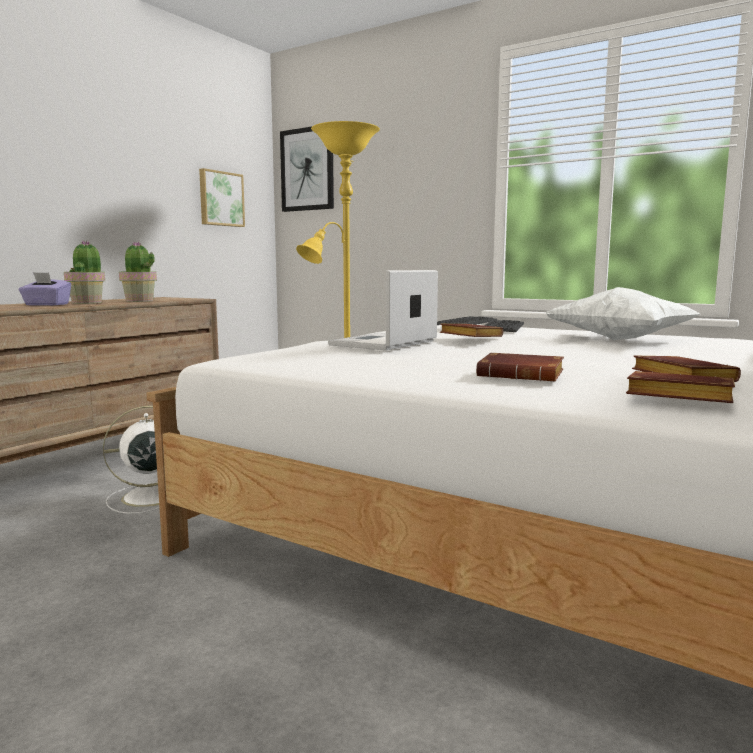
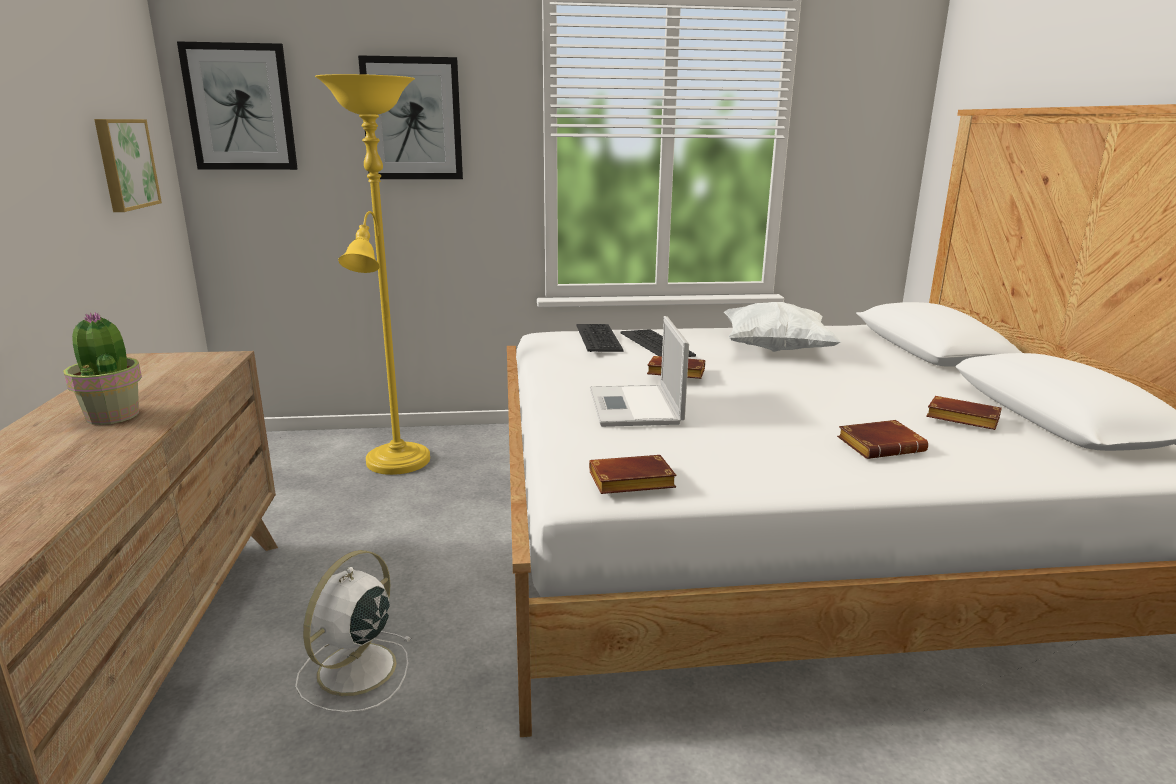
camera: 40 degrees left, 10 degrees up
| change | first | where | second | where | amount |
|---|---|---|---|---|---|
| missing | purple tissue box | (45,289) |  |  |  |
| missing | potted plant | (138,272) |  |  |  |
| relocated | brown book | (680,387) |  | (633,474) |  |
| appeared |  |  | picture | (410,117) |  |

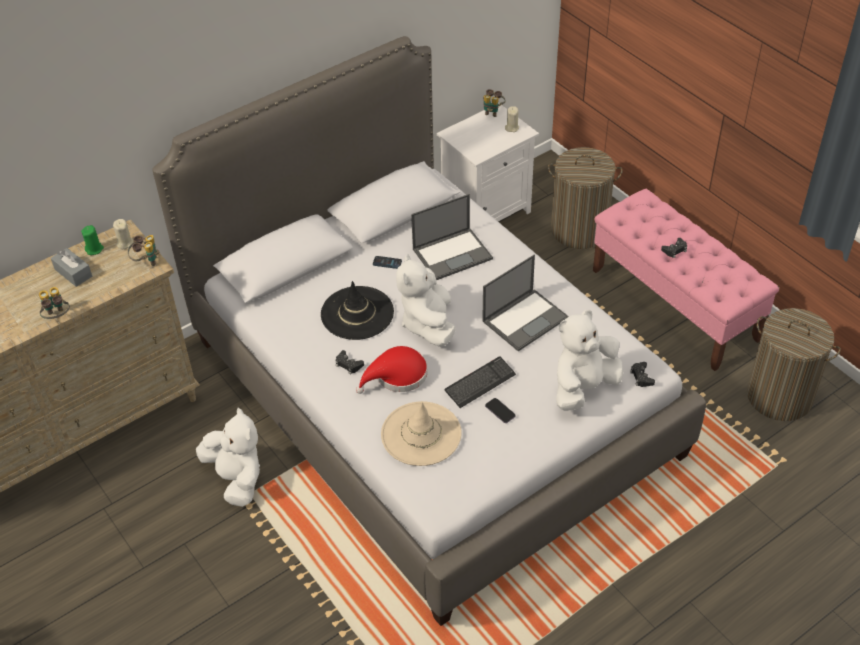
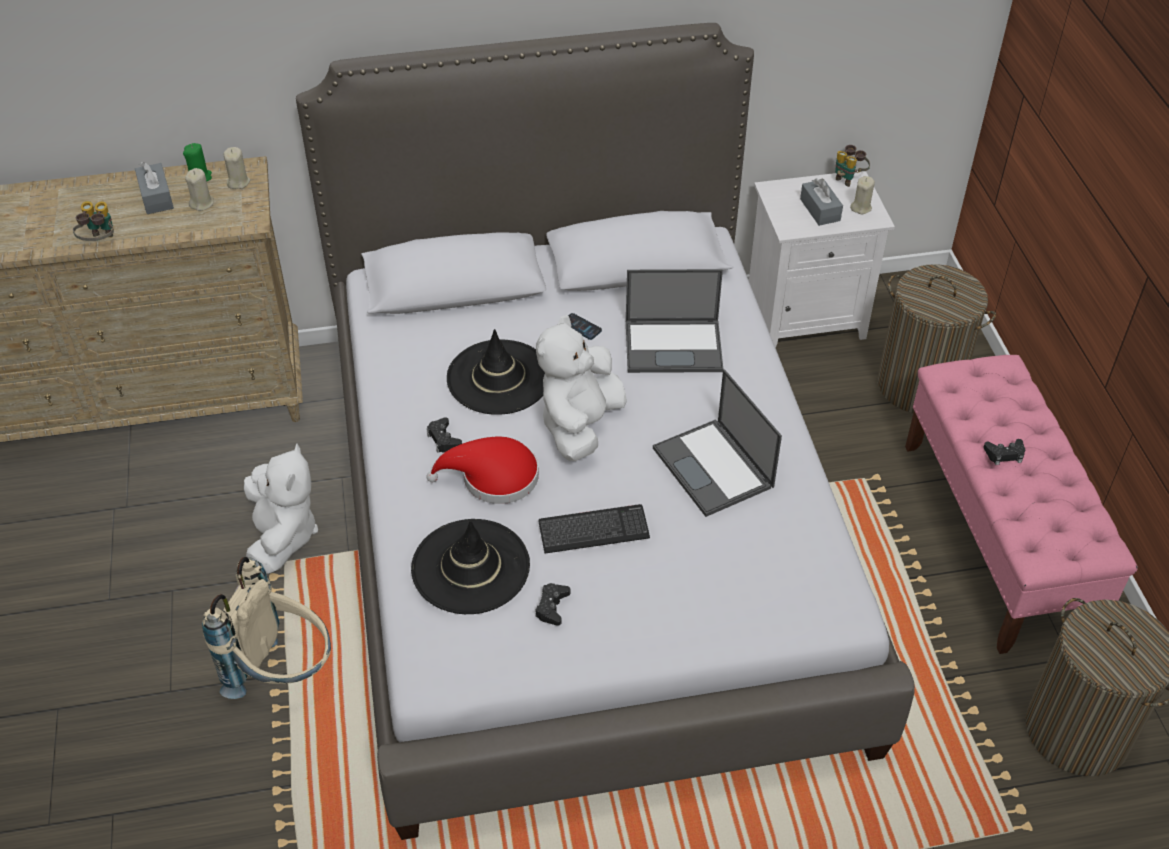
camera: 25 degrees right, 0 degrees up
| change | first | where | second | where | amount |
|---|---|---|---|---|---|
| missing | binoculars | (144,250) |  |  |  |
| colour | beige hat | (421,433) | black hat | (470,566) |  |
| spun | laptop | (525,303) |  | (717,443) | 75 degrees clockwise |
| missing | phone | (500,410) |  |  |  |
| missing | white plush toy | (589,360) |  |  |  |
| relocated | black game controller | (642,374) |  | (553,604) |  |
| appeared |  |  | beige candle | (199,189) |  |
| appeared |  |  | beige backpack | (266,628) |  |
| appeared |  |  | grey tissue box | (821,202) |  |

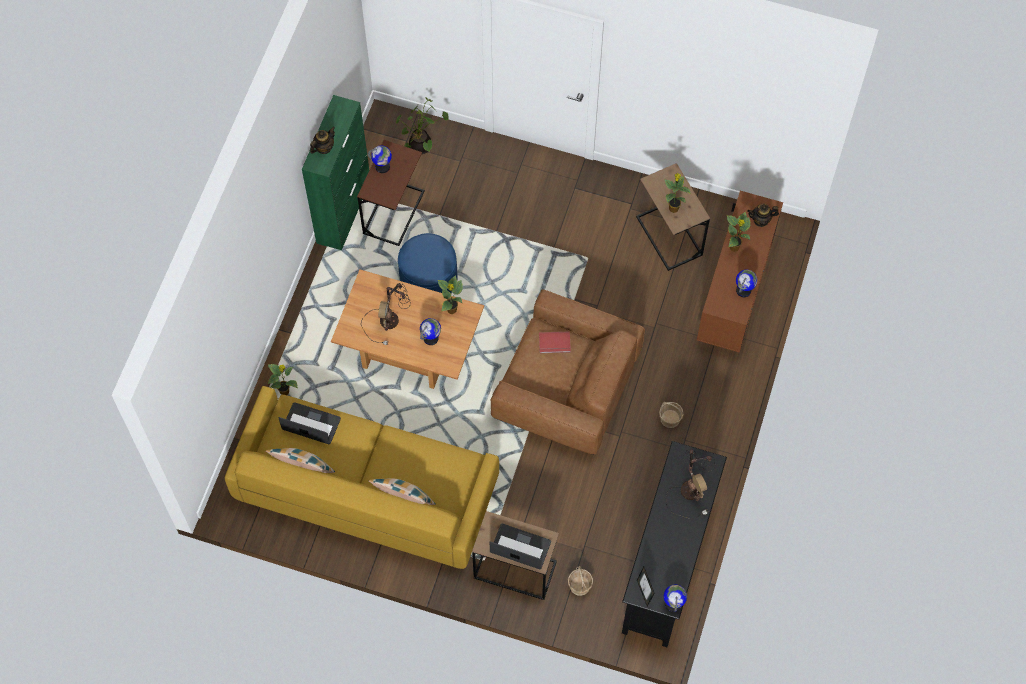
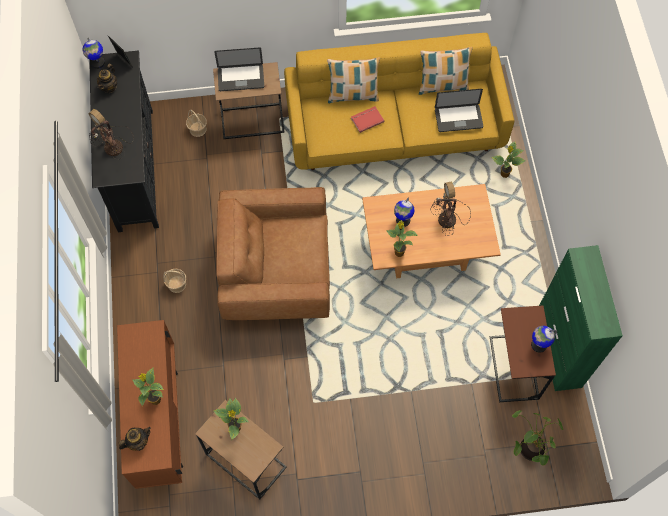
camera: 155 degrees right, 0 degrees up
| change | first | where | second | where | amount |
|---|---|---|---|---|---|
| relocated | teapot | (322,140) |  | (107,78) |  |
| missing | blue ottoman | (427,263) |  |  |  |
| relocated | red book | (555,342) |  | (367,119) |  |
| missing | globe | (747,283) |  |  |  |

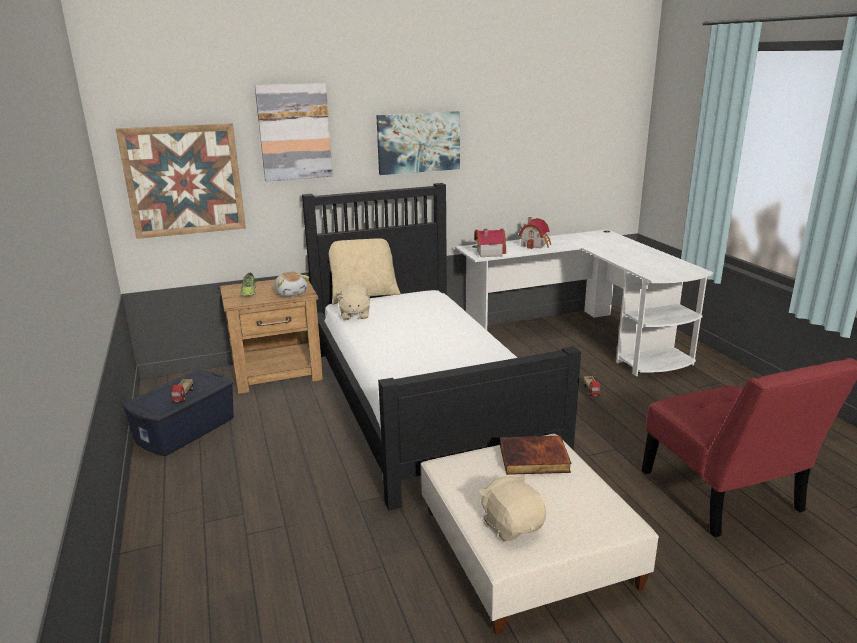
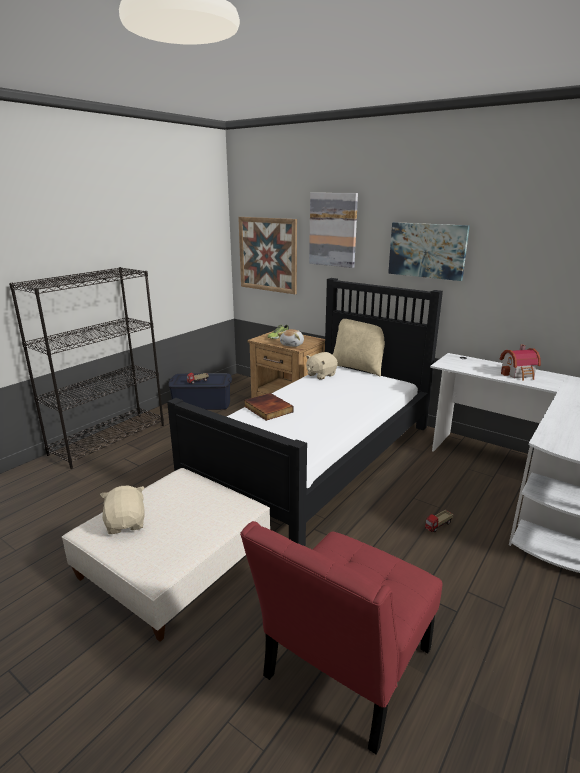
camera: 55 degrees right, 0 degrees up
| change | first | where | second | where | amount |
|---|---|---|---|---|---|
| missing | toy house | (490,243) |  |  |  |
| spun | beige plush toy | (512,508) |  | (122,510) | 45 degrees counterclockwise |
| relocated | book | (536,455) |  | (269,407) |  |
| appeared |  |  | black bookcase | (86,368) |  |

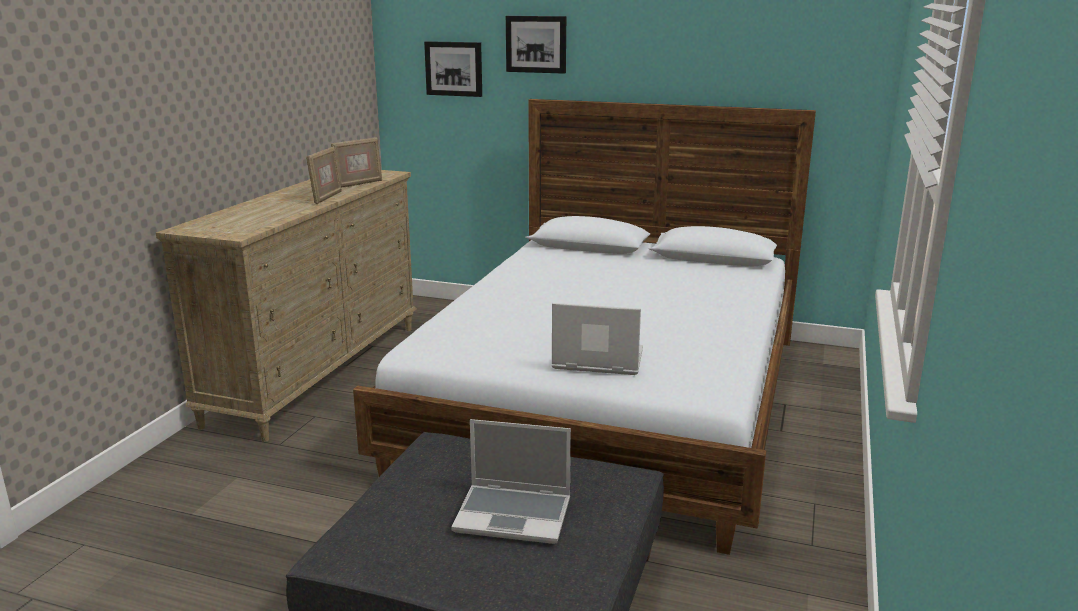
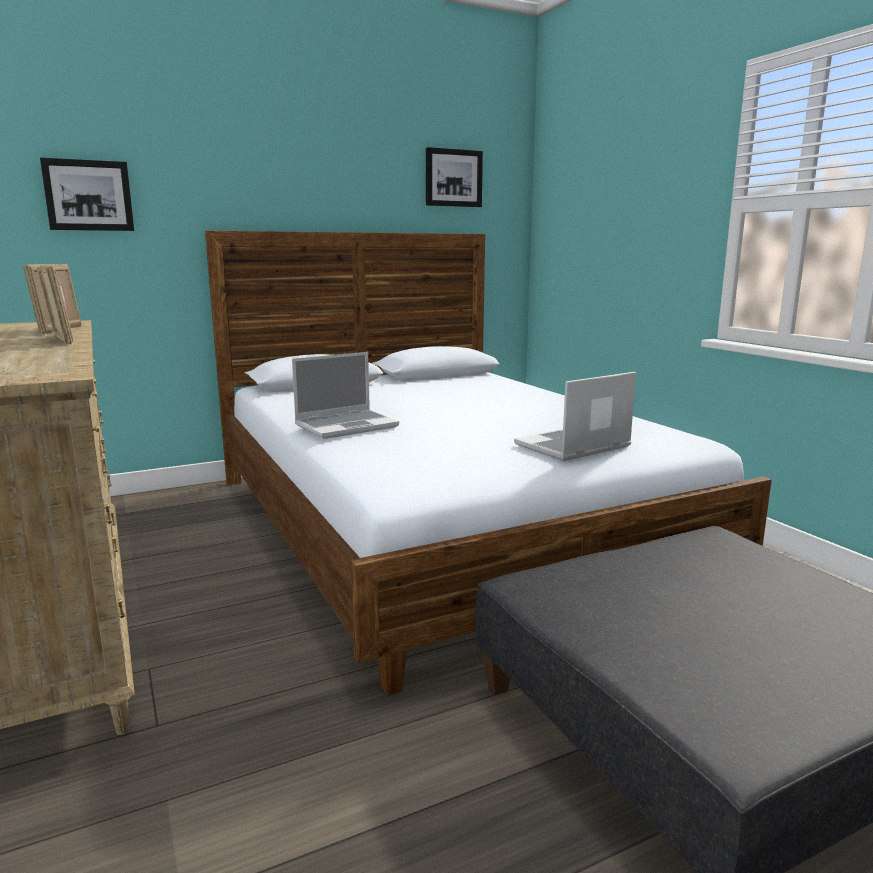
camera: 45 degrees left, 5 degrees down
| change | first | where | second | where | amount |
|---|---|---|---|---|---|
| relocated | laptop | (511,481) |  | (345,395) |  |
| relocated | picture | (536,45) |  | (454,177) |  |

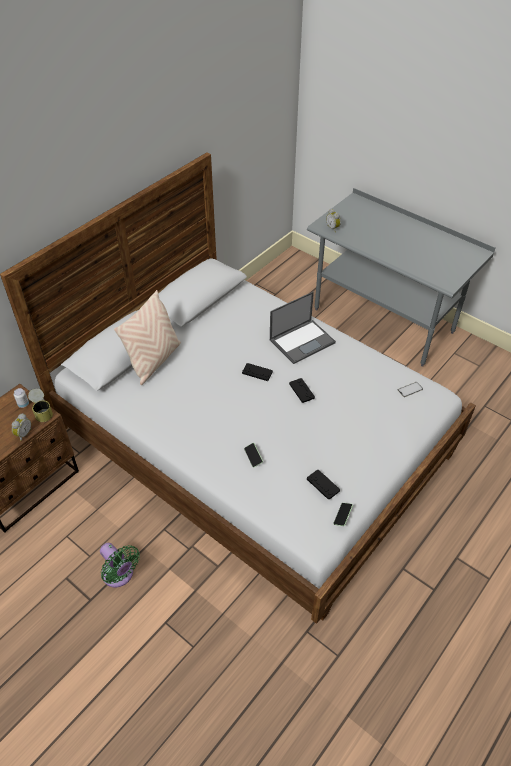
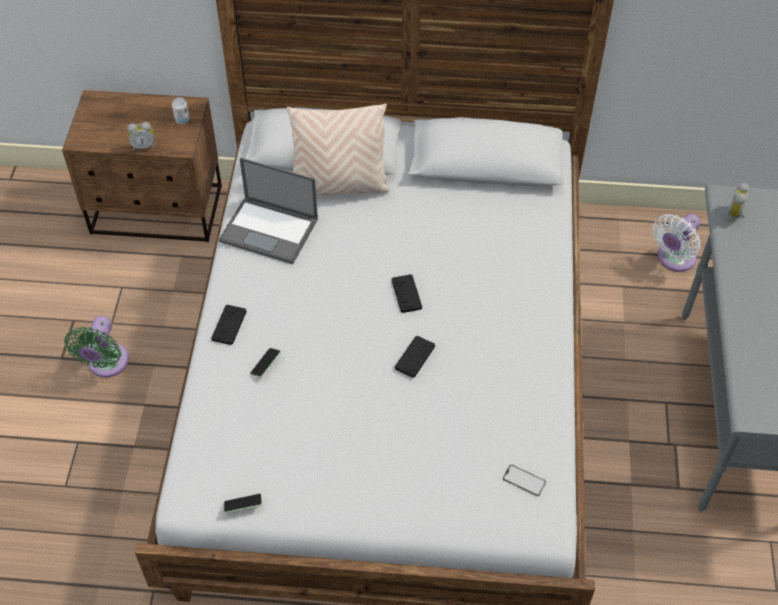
camera: 55 degrees right, 5 degrees up
| change | first | where | second | where | amount |
|---|---|---|---|---|---|
| missing | can | (40,405) |  |  |  |
| relocated | laptop | (303,328) |  | (268,211) |  |
| relocated | black game controller | (323,485) |  | (229,325) |  |
| appeared |  |  | white fan | (677,243) |  |

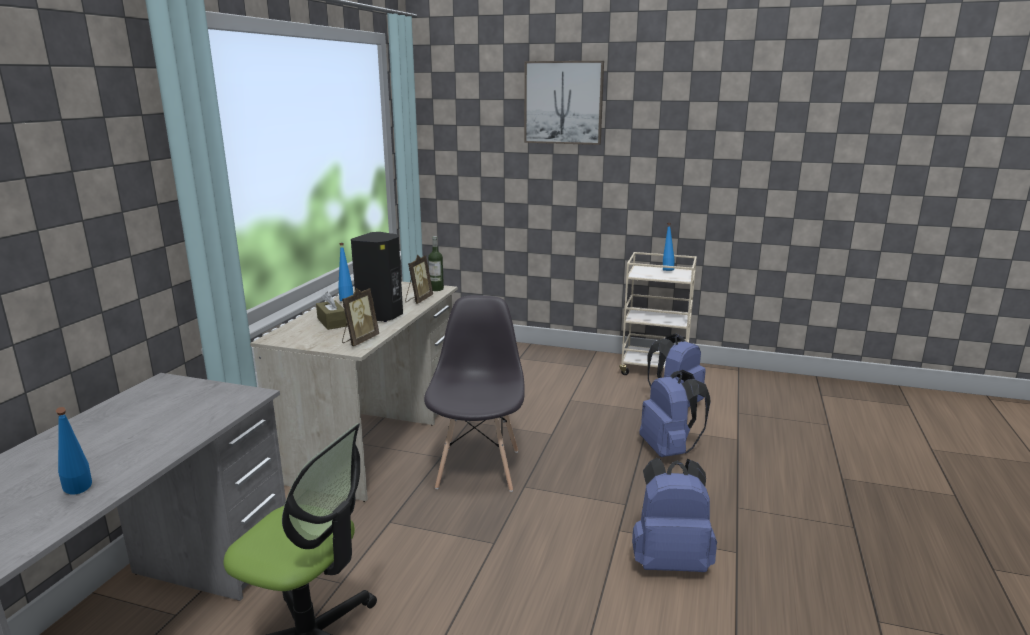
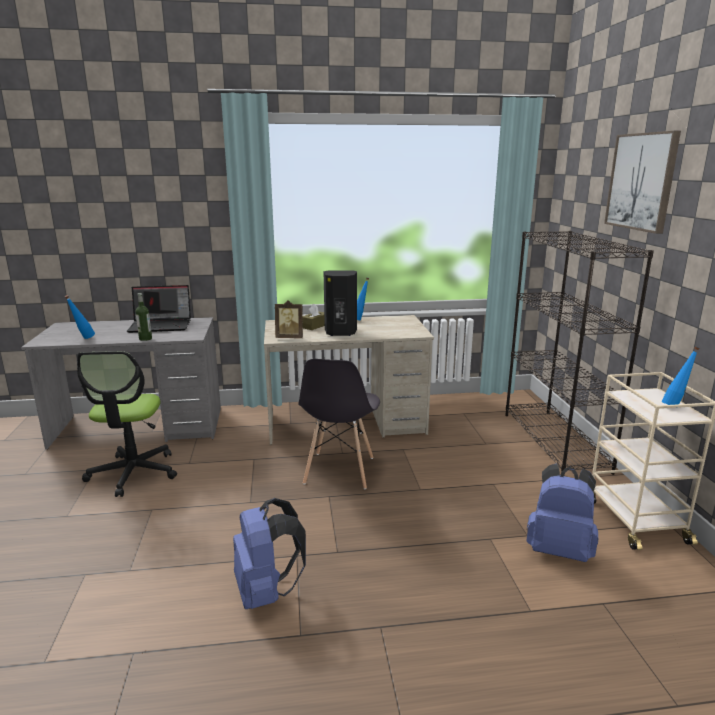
camera: 65 degrees right, 0 degrees up
| change | first | where | second | where | amount |
|---|---|---|---|---|---|
| missing | picture frame | (419,279) |  |  |  |
| spun | grey chair | (474,393) |  | (339,424) | 120 degrees clockwise |
| relocated | bottle | (436,263) |  | (143,317) |  |
| missing | blue backpack | (675,413) |  |  |  |
| appeared |  |  | laptop | (159,309) |  |
| appeared |  |  | black bookcase | (579,353) |  |

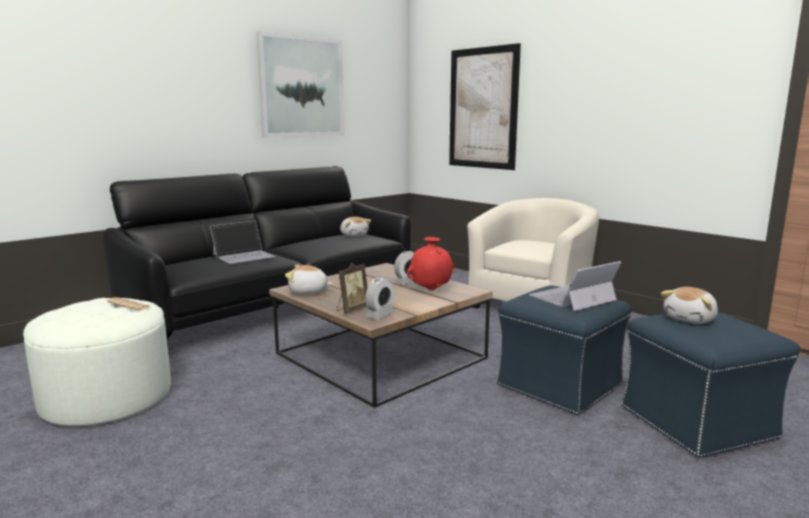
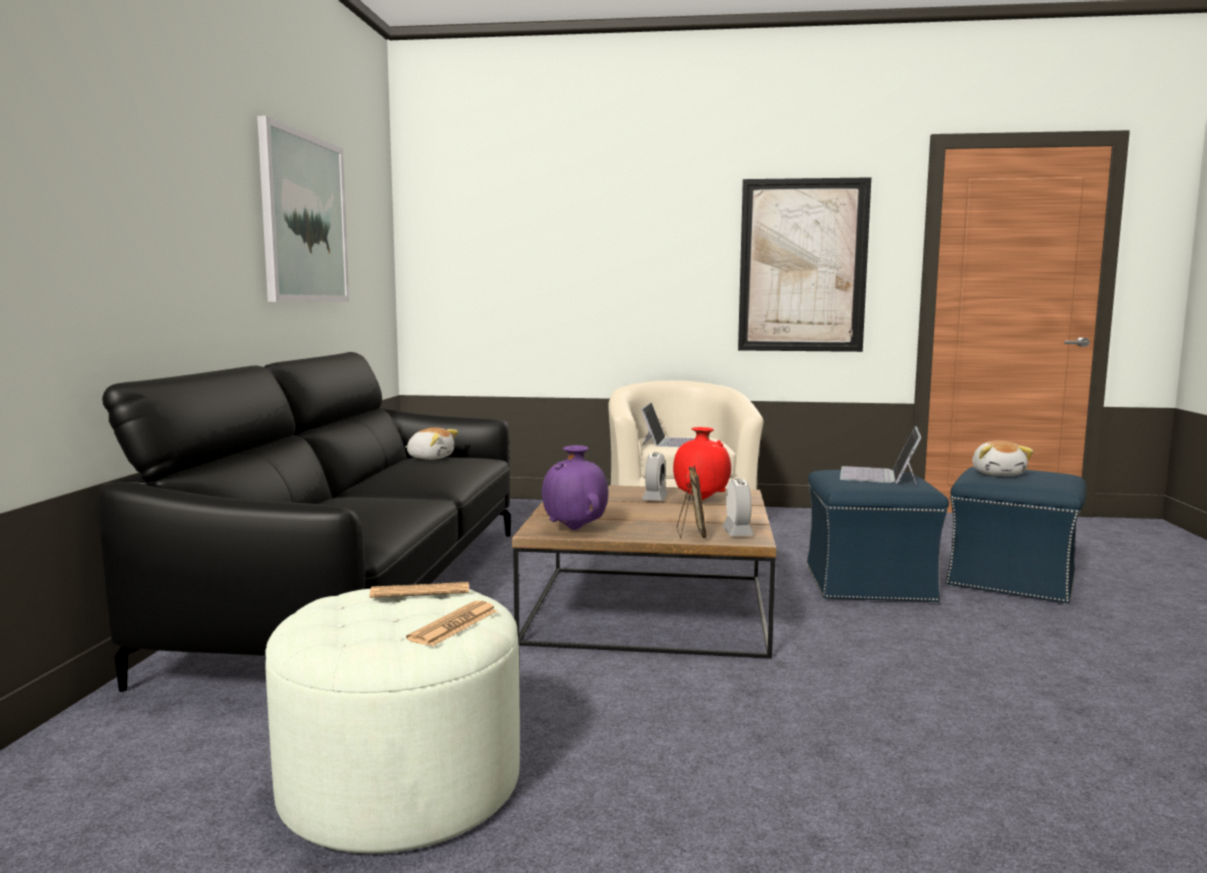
camera: 40 degrees left, 5 degrees down
| change | first | where | second | where | amount |
|---|---|---|---|---|---|
| relocated | laptop | (243,242) |  | (668,424) |  |
| exchanged | plush toy | (308,279) | purple vase | (575,487) |  |
| relocated | picture | (485,106) |  | (804,264) |  |
| appeared |  |  | newspaper | (452,623) |  |

